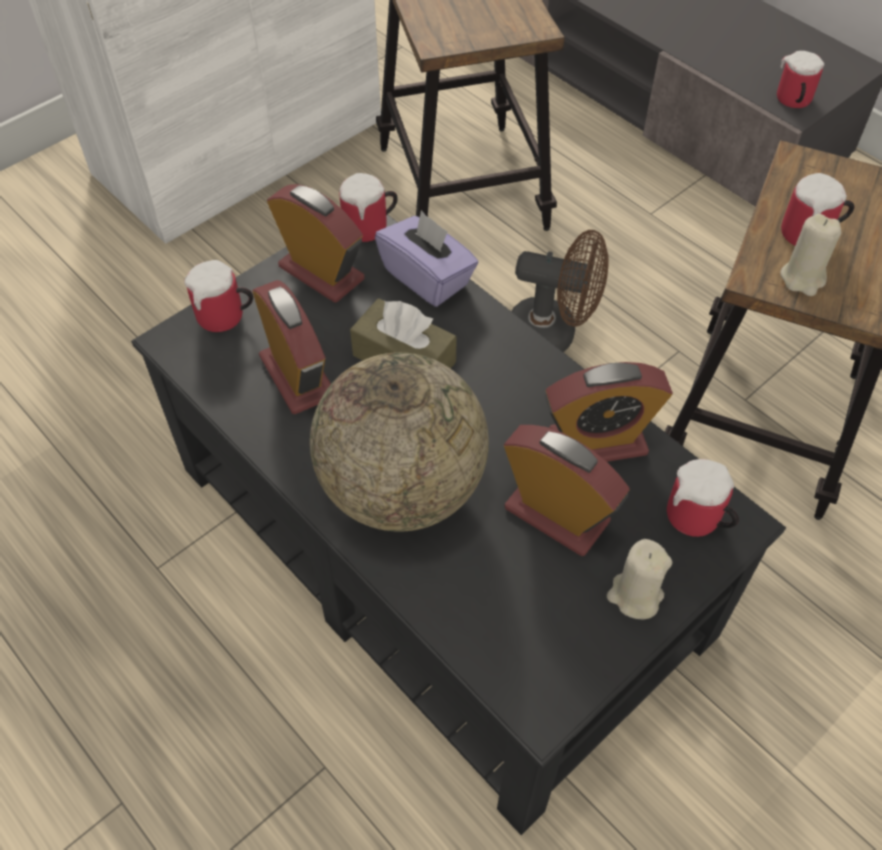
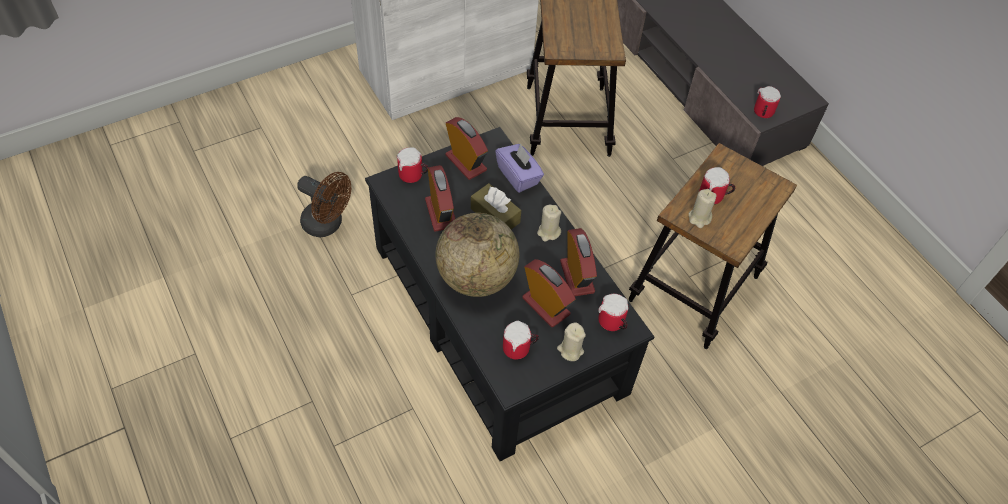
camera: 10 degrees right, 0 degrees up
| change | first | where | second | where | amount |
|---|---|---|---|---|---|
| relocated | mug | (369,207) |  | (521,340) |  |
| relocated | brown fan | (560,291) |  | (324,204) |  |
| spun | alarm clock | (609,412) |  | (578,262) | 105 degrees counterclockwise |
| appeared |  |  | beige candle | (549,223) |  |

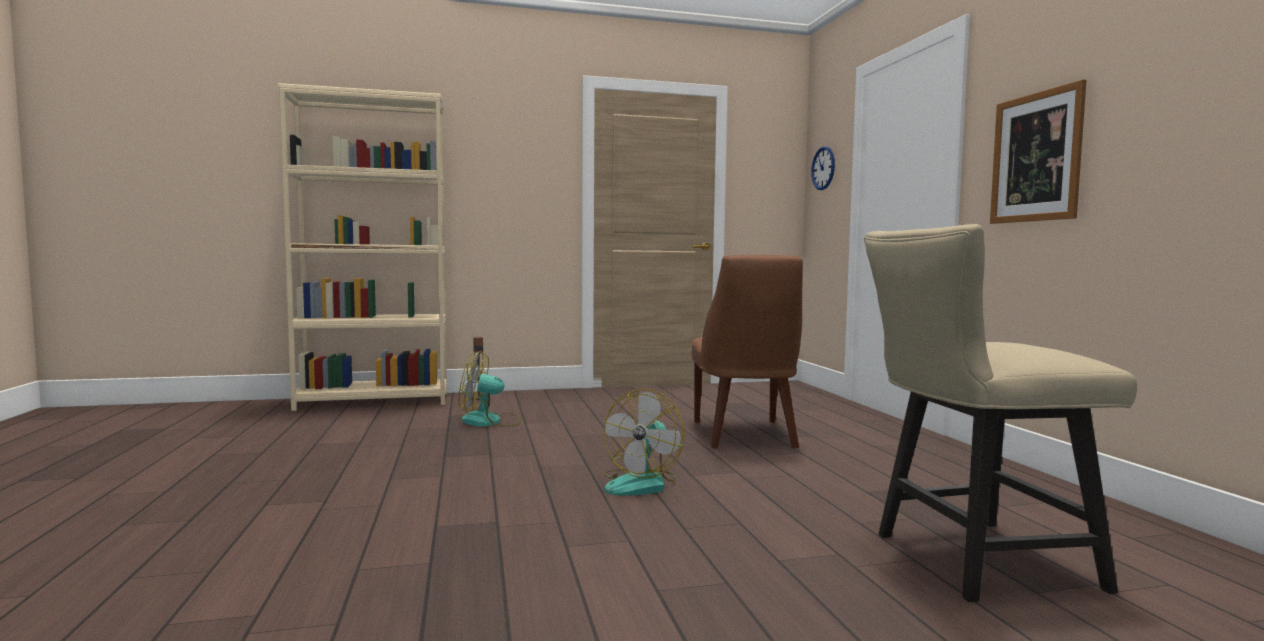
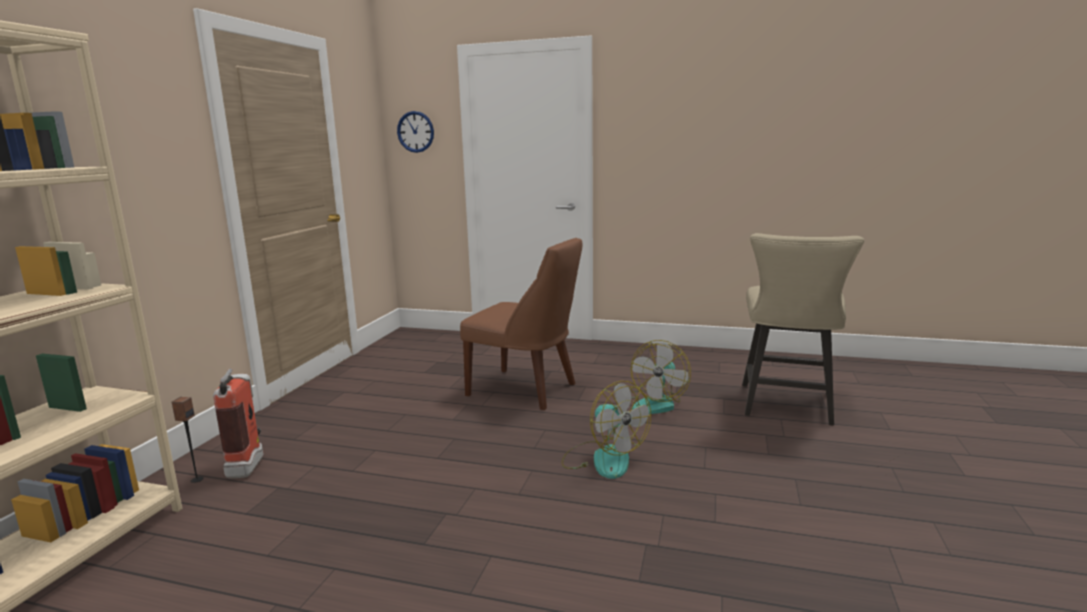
camera: 60 degrees left, 10 degrees up
| change | first | where | second | where | amount |
|---|---|---|---|---|---|
| relocated | fan | (491,389) |  | (661,377) |  |
| missing | picture | (1038,151) |  |  |  |
| appeared |  |  | fire extinguisher | (238,424) |  |

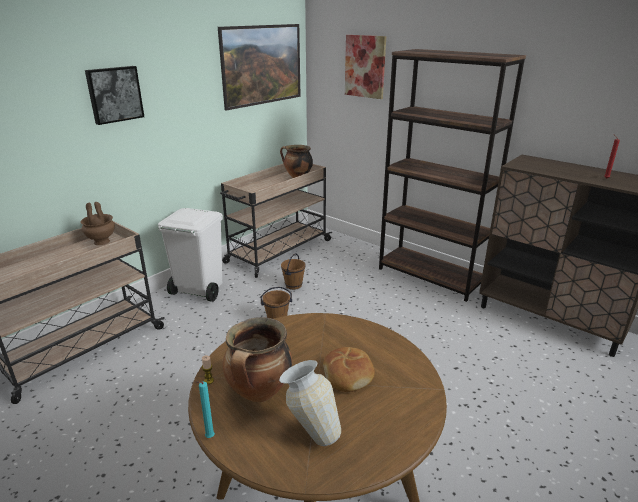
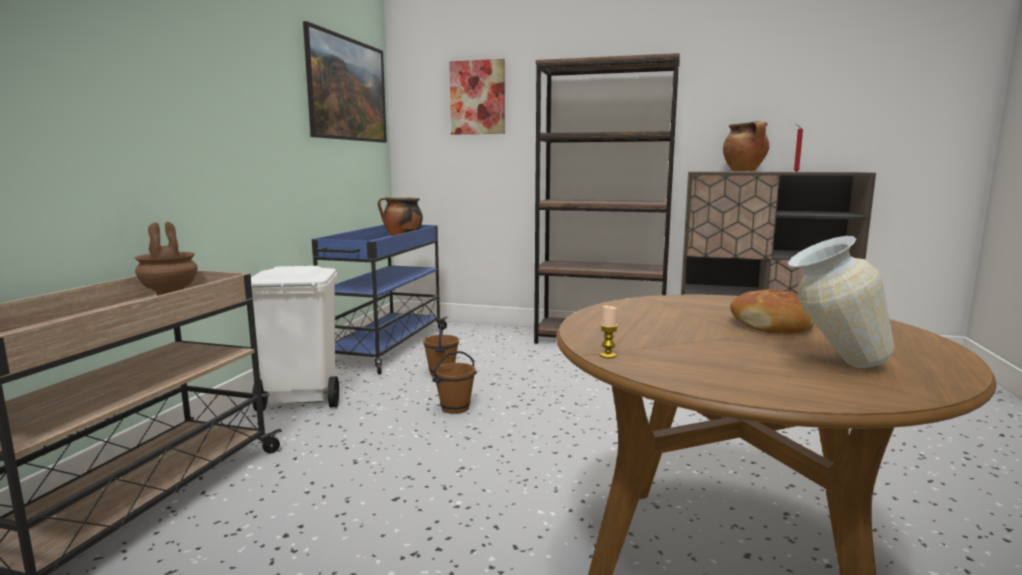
camera: 25 degrees left, 15 degrees down
| change | first | where | second | where | amount |
|---|---|---|---|---|---|
| missing | picture | (114,95) |  |  |  |
| missing | turquoise candle | (205,409) |  |  |  |
| colour | beige cart | (276,220) | blue cart | (380,299) |  |
| relocated | cooking pot | (257,360) |  | (746,146) |  |

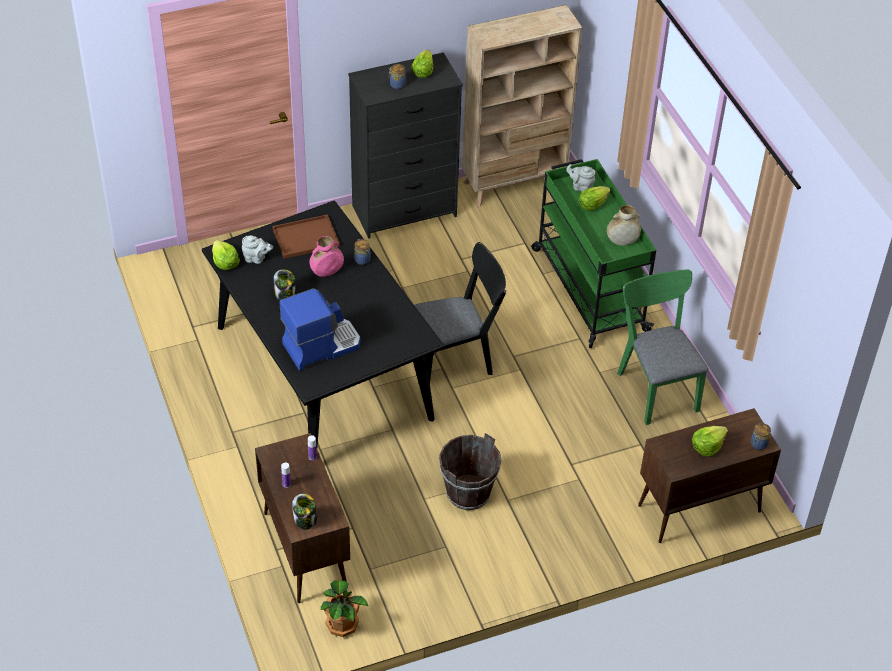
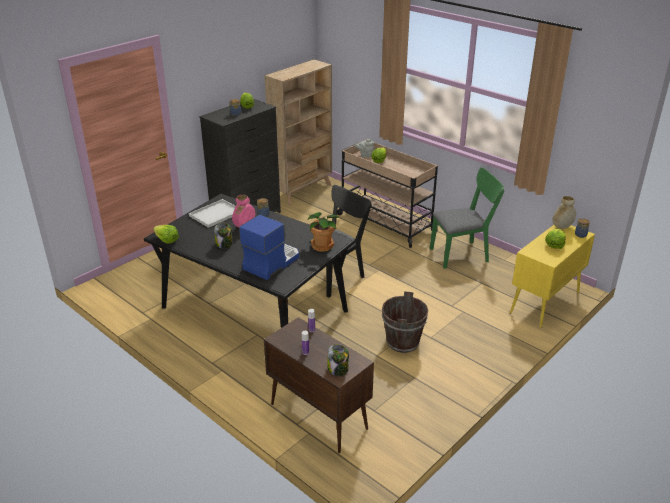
camera: 25 degrees left, 15 degrees down
| change | first | where | second | where | amount |
|---|---|---|---|---|---|
| missing | grey teapot | (257,249) |  |  |  |
| colour | brown tray | (306,236) | white tray | (212,213) |  |
| relocated | potted plant | (344,608) |  | (324,232) |  |
| colour | green cart | (593,253) | beige cart | (388,194) |  |
| relocated | beige vase | (624,225) |  | (564,212) |  |
| spun | green chair | (662,347) |  | (467,218) | 120 degrees clockwise |
| colour | brown cabinet | (709,475) | yellow cabinet | (552,276) |  |

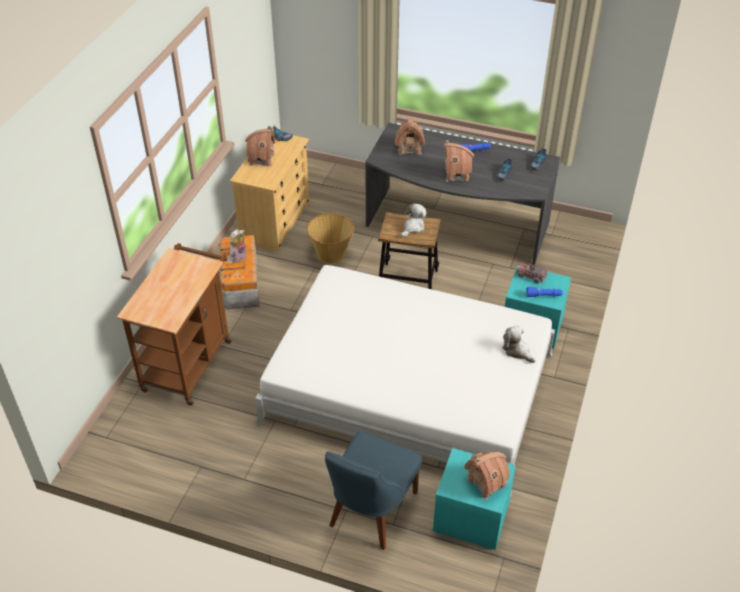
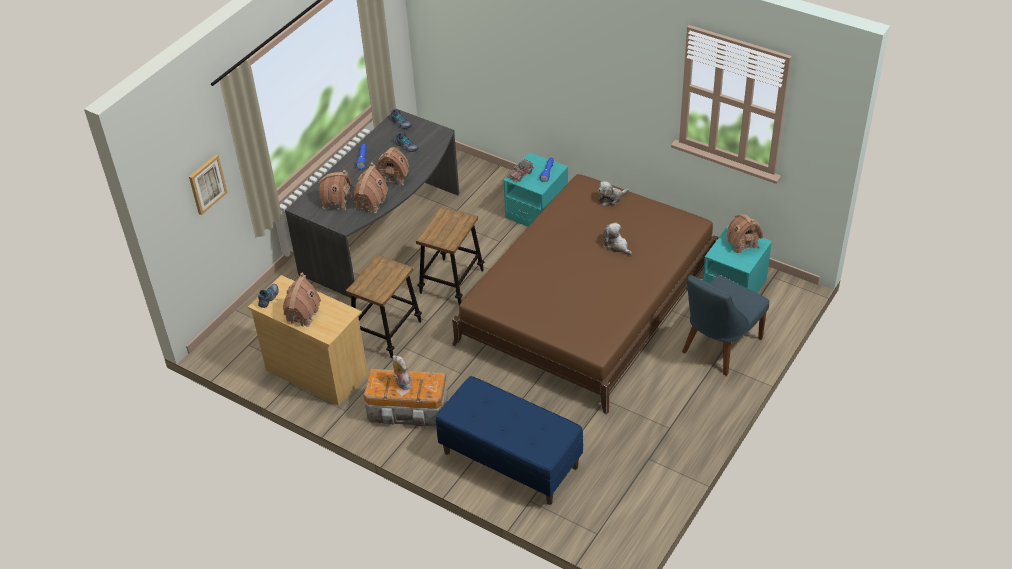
camera: 75 degrees left, 0 degrees up
| change | first | where | second | where | amount |
|---|---|---|---|---|---|
| exchanged | brown cart | (174,324) | blue bench | (509,440) |  |
| colour | white bed | (405,381) | brown bed | (585,294) |  |
| exchanged | basket | (330,238) | stool | (384,306) |  |
| spun | blue chair | (373,490) |  | (725,325) | 90 degrees clockwise |
| relocated | plush toy | (413,220) |  | (617,238) |  |
| appeared |  |  | picture | (208,184) |  |
| appeared |  |  | toy house | (370,187) |  |

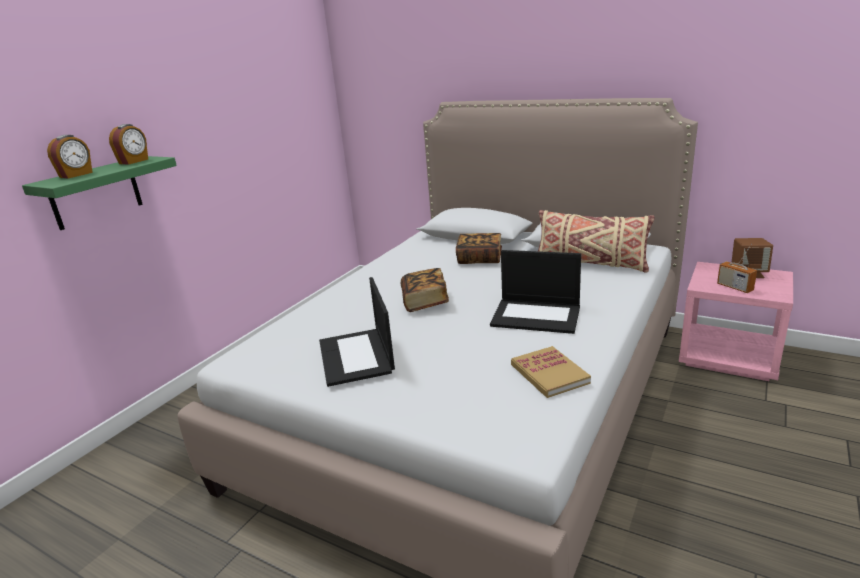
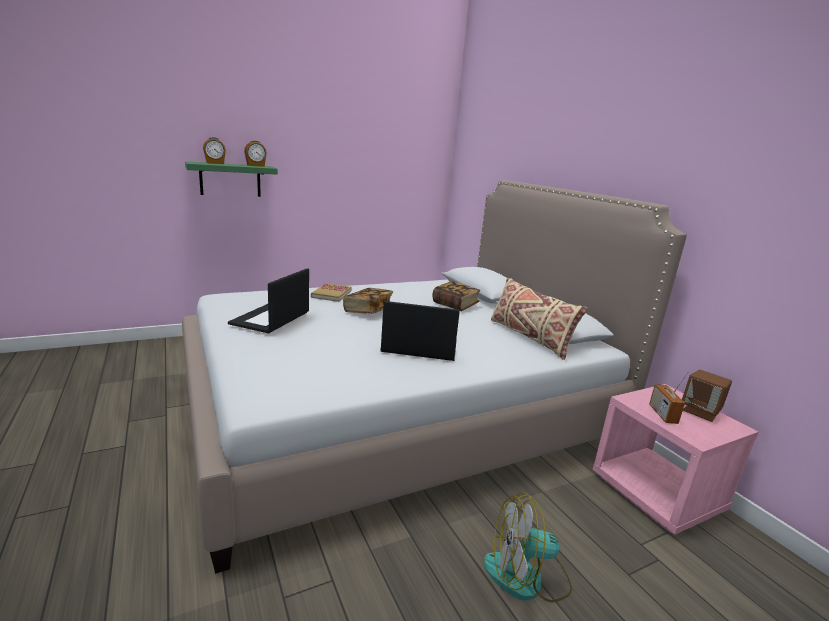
camera: 30 degrees right, 5 degrees down
| change | first | where | second | where | amount |
|---|---|---|---|---|---|
| spun | laptop | (535,292) |  | (420,331) | 135 degrees clockwise |
| relocated | book | (551,372) |  | (331,292) |  |
| appeared |  |  | fan | (528,548) |  |

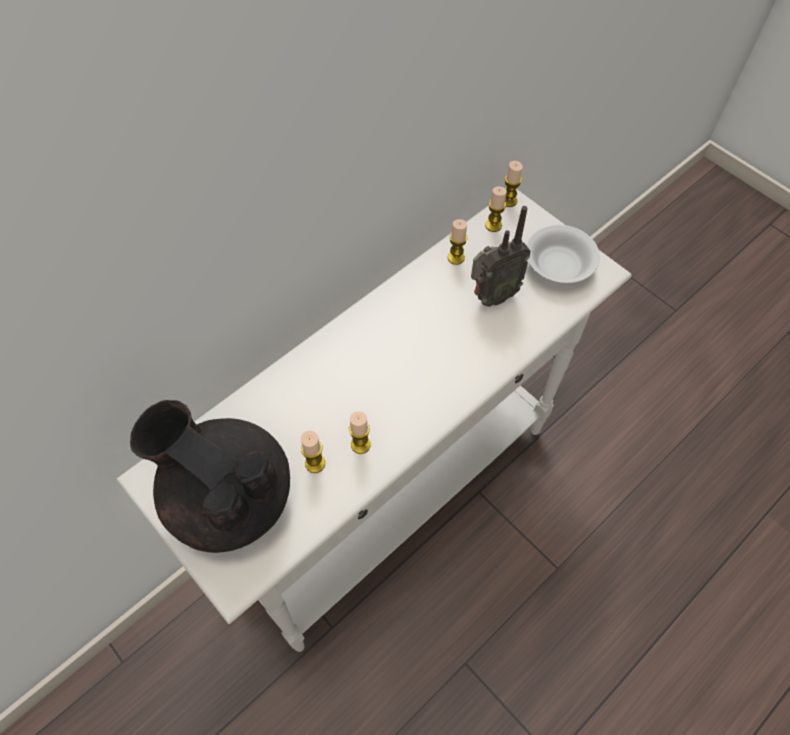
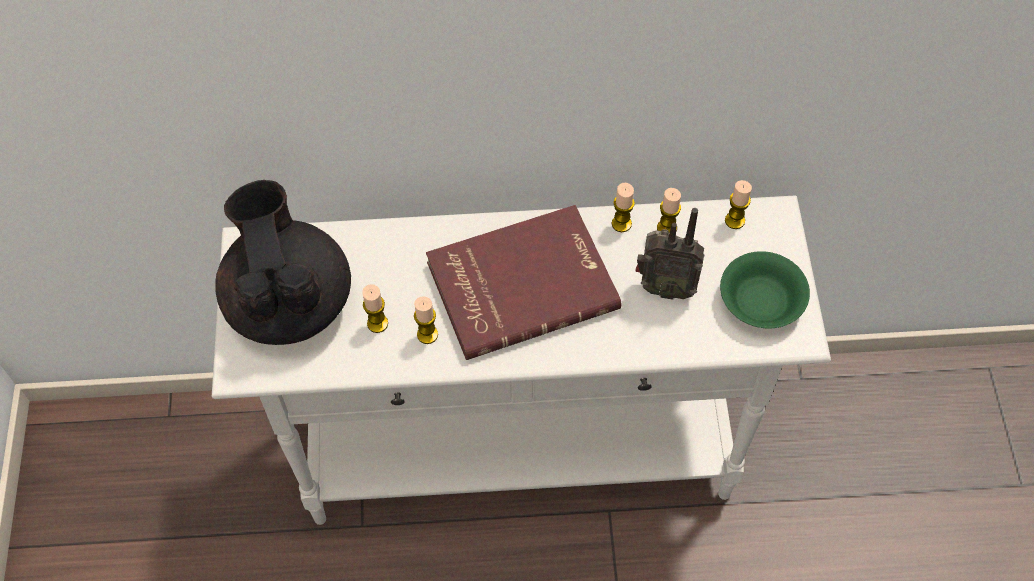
camera: 40 degrees right, 0 degrees up
| change | first | where | second | where | amount |
|---|---|---|---|---|---|
| relocated | candle | (514,184) |  | (623,207) |  |
| colour | white bowl | (563,254) | green bowl | (765,290) |  |
| appeared |  |  | red book | (523,282) |  |

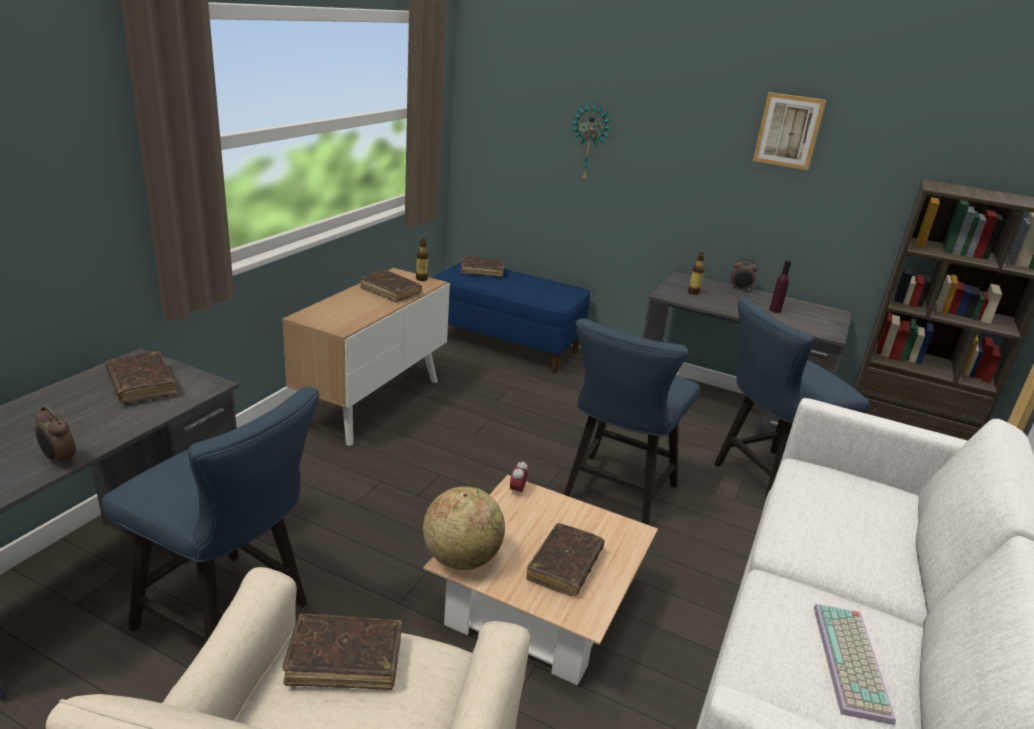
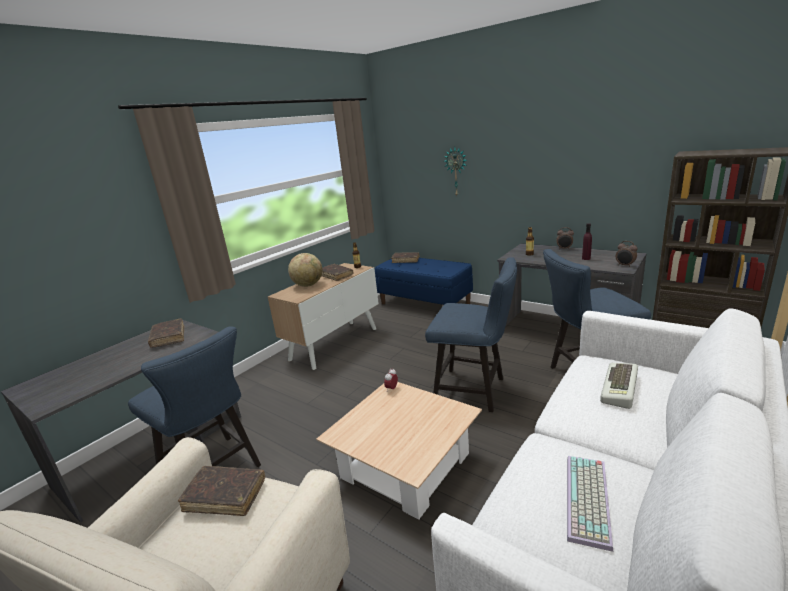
camera: 15 degrees right, 5 degrees down
| change | first | where | second | where | amount |
|---|---|---|---|---|---|
| relocated | alarm clock | (55,437) |  | (626,254) |  |
| relocated | globe | (464,528) |  | (305,270) |  |
| missing | brown book | (565,559) |  |  |  |
| spun | blue chair | (632,421) |  | (471,334) | 105 degrees counterclockwise |
| missing | picture | (789,131) |  |  |  |
| appeared |  |  | keyboard | (619,386) |  |

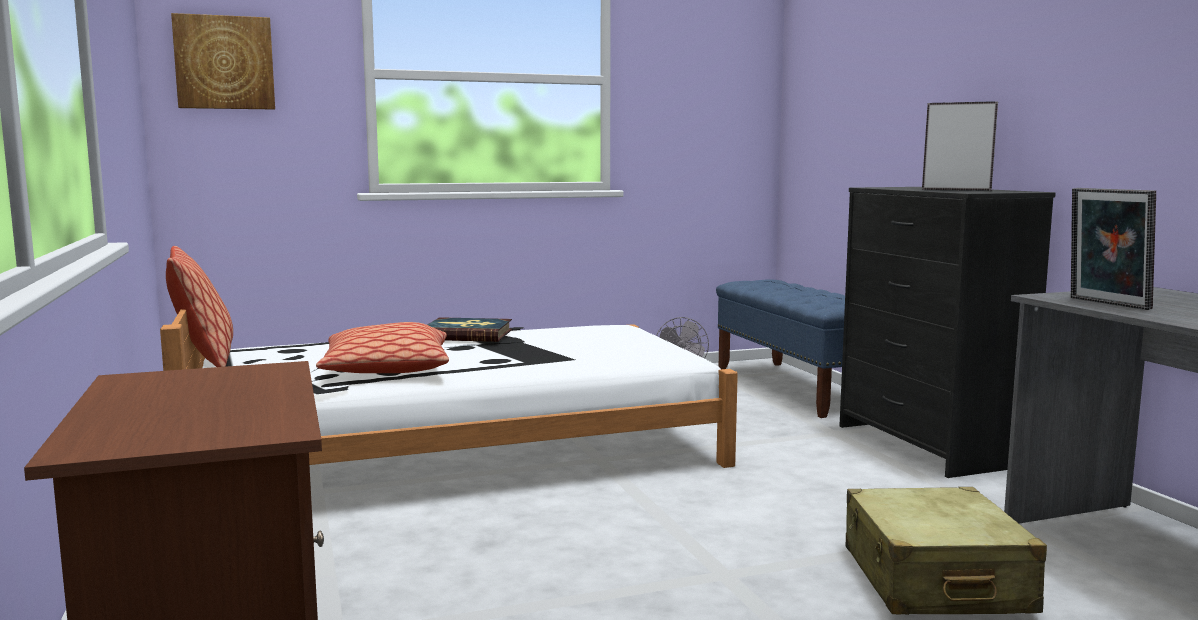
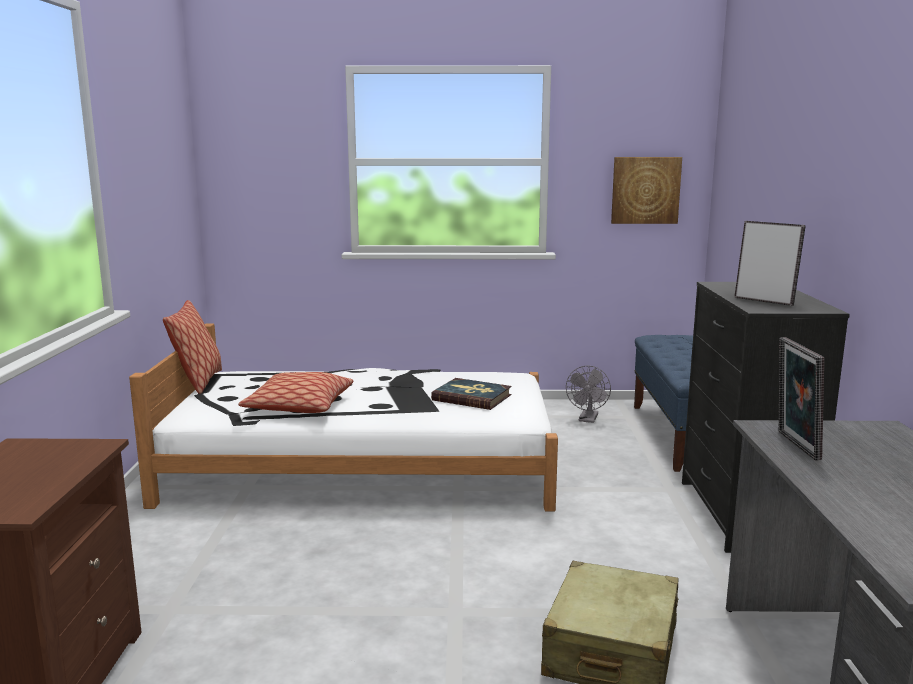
camera: 20 degrees right, 5 degrees up
| change | first | where | second | where | amount |
|---|---|---|---|---|---|
| relocated | picture | (223,61) |  | (646,190) |  |
| relocated | book | (469,329) |  | (471,394) |  |

